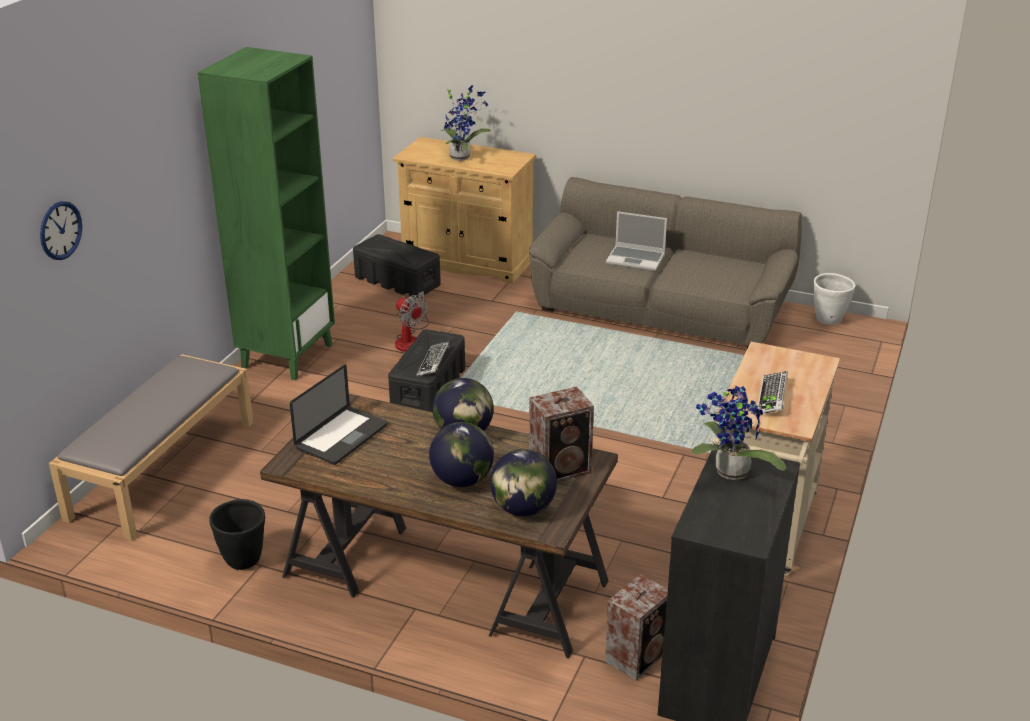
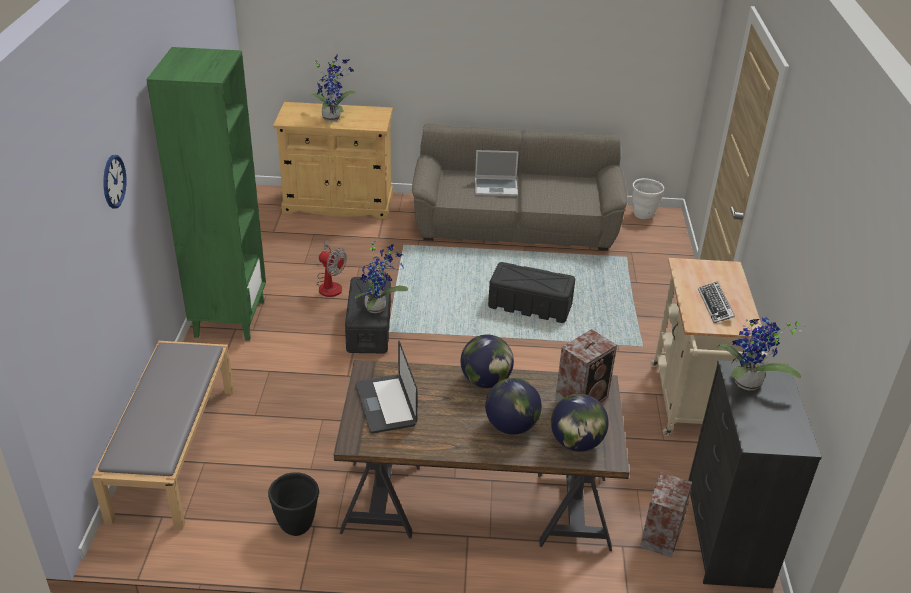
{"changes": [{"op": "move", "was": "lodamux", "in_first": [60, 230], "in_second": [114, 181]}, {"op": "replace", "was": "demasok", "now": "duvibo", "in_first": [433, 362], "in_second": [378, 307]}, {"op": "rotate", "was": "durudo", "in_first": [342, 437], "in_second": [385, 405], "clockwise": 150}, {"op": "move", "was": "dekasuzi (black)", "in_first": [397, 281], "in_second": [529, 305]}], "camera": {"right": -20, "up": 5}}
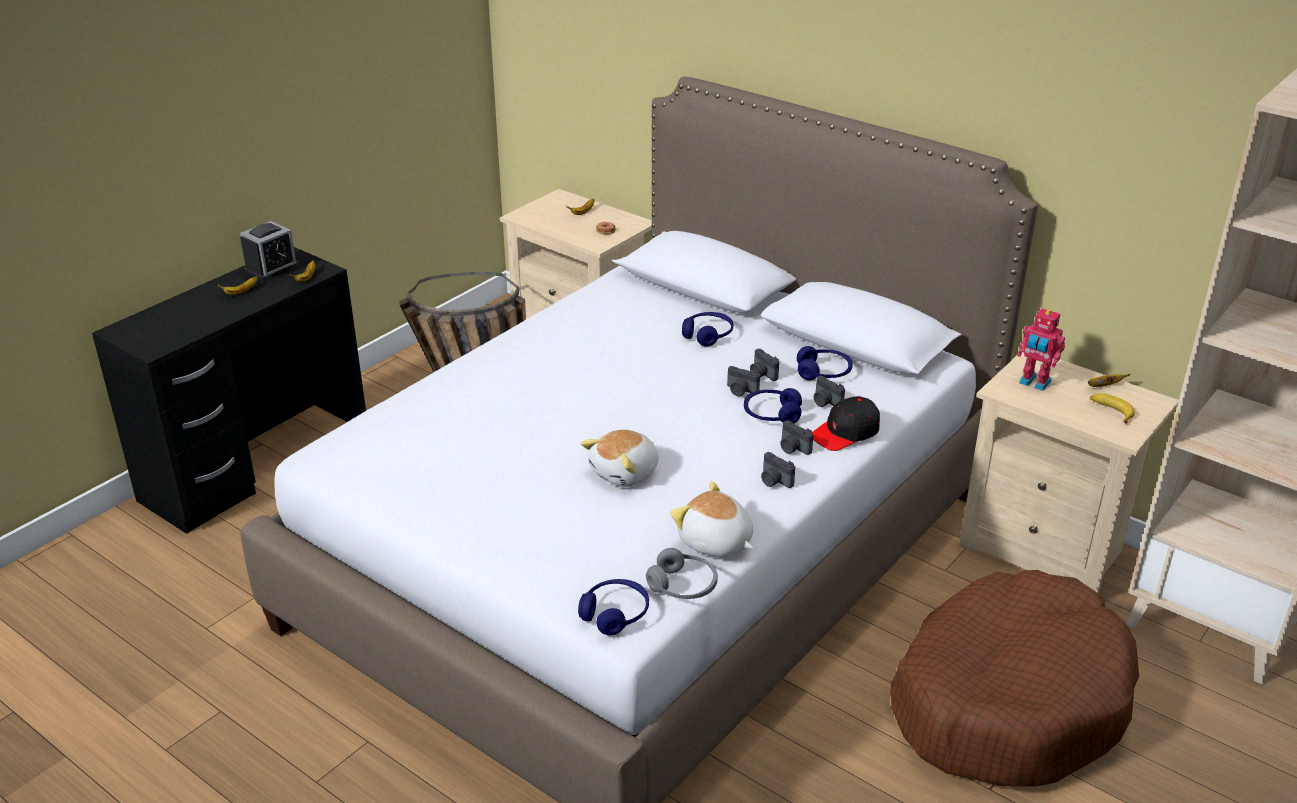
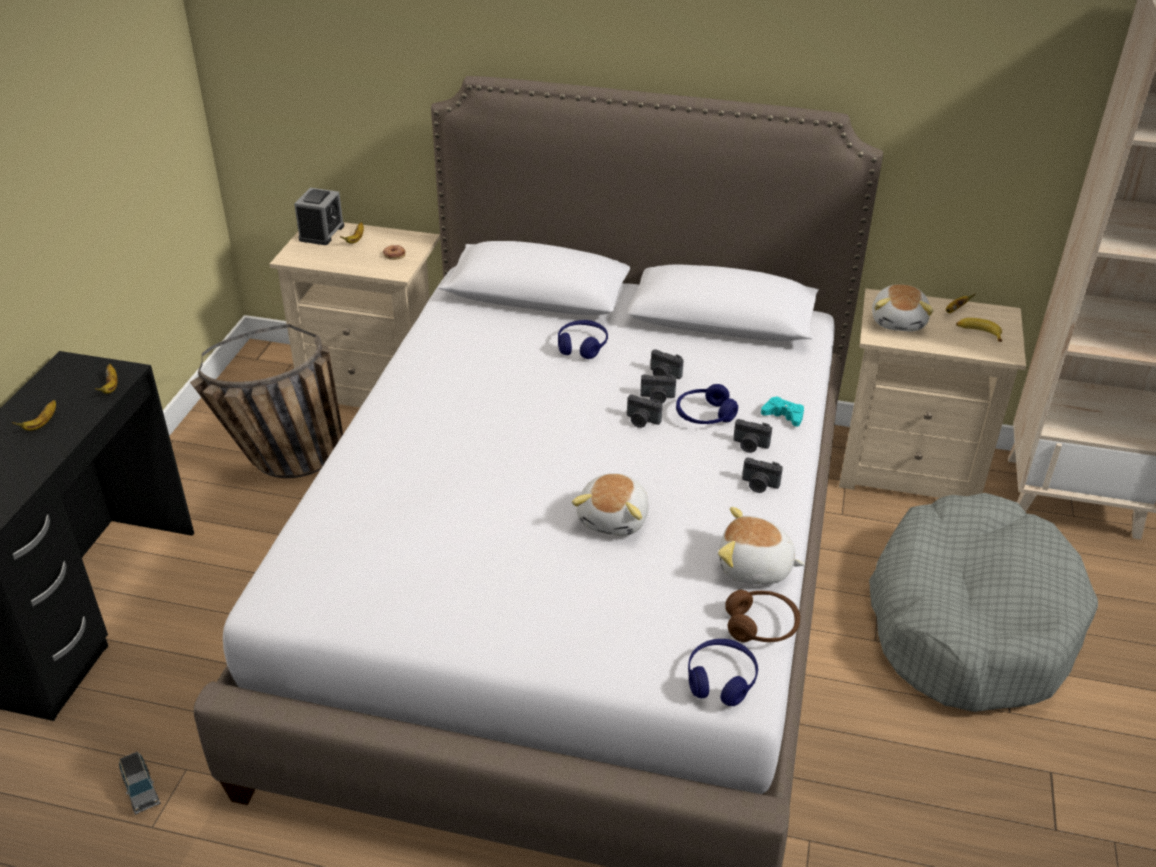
{"changes": [{"op": "insert", "now": "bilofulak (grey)", "in_second": [141, 791]}, {"op": "move", "was": "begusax", "in_first": [271, 268], "in_second": [321, 233]}, {"op": "move", "was": "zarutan", "in_first": [825, 402], "in_second": [641, 421]}, {"op": "recolor", "was": "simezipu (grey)", "now": "simezipu (brown)", "in_first": [683, 586], "in_second": [761, 626]}, {"op": "replace", "was": "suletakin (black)", "now": "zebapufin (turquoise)", "in_first": [845, 433], "in_second": [783, 416]}, {"op": "recolor", "was": "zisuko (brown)", "now": "zisuko (grey)", "in_first": [1008, 700], "in_second": [970, 622]}, {"op": "replace", "was": "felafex", "now": "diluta", "in_first": [1034, 383], "in_second": [899, 321]}, {"op": "delete", "was": "simezipu (blue)", "in_first": [823, 372]}], "camera": {"right": -25, "up": 5}}
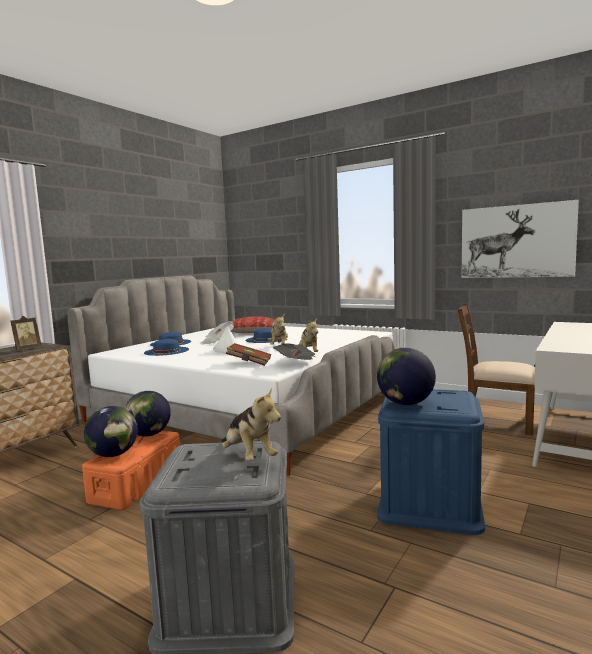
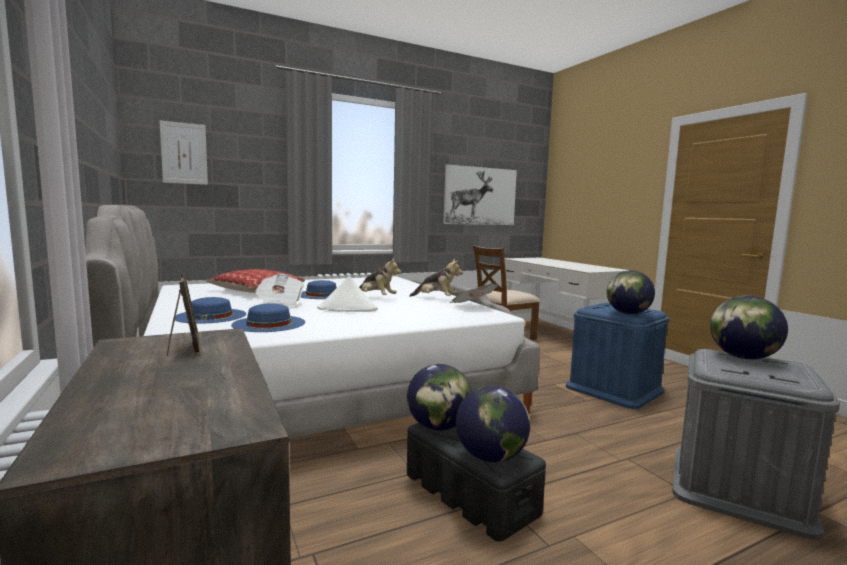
{"changes": [{"op": "insert", "now": "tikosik", "in_second": [184, 153]}, {"op": "recolor", "was": "dekasuzi (orange)", "now": "dekasuzi (black)", "in_first": [138, 483], "in_second": [469, 493]}, {"op": "replace", "was": "diluta", "now": "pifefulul", "in_first": [248, 456], "in_second": [743, 357]}, {"op": "delete", "was": "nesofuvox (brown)", "in_first": [249, 363]}], "camera": {"right": -60, "up": 0}}
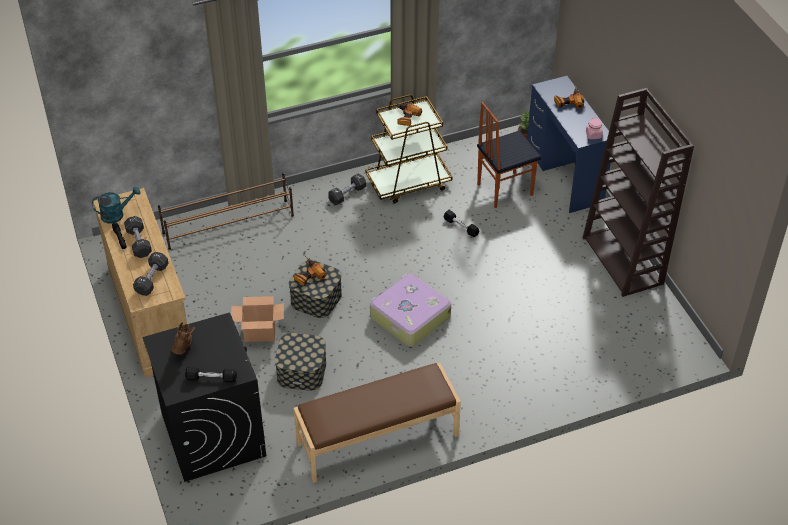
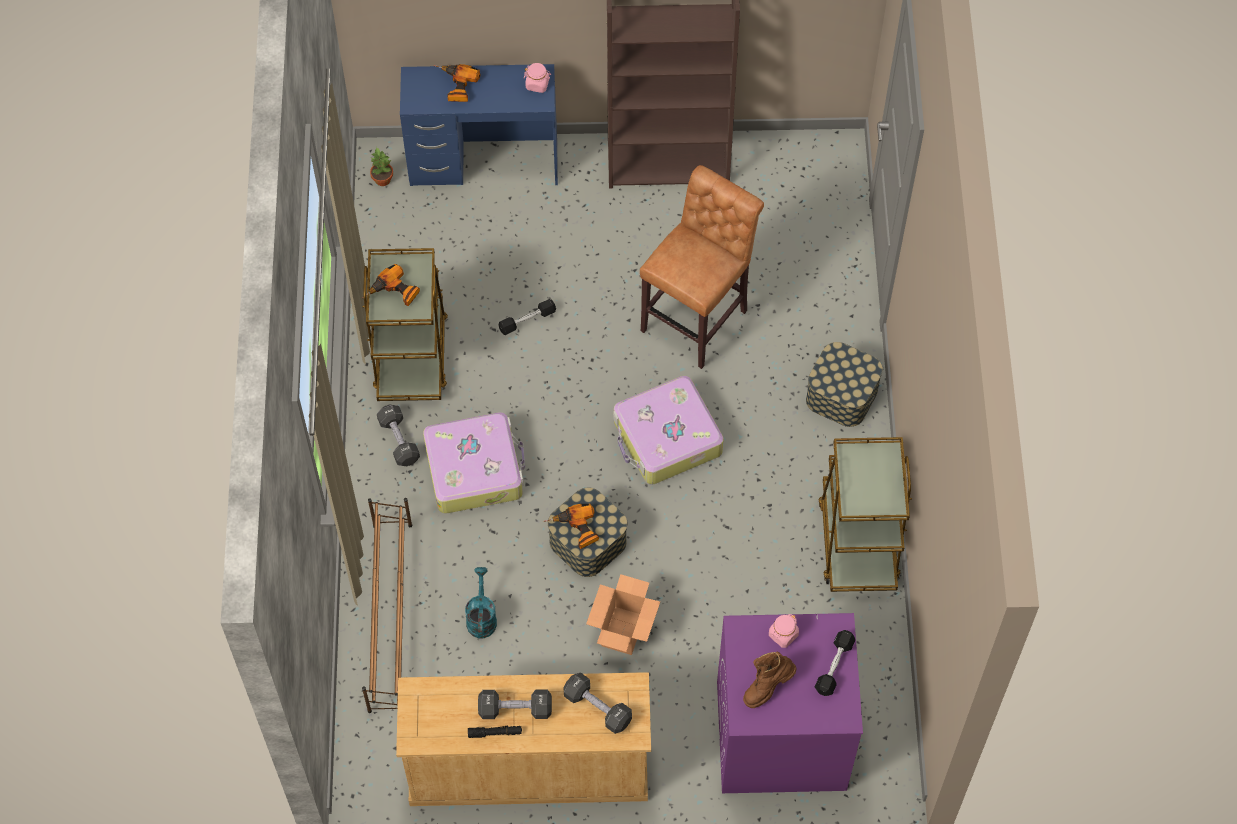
{"changes": [{"op": "insert", "now": "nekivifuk", "in_second": [475, 469]}, {"op": "move", "was": "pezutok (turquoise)", "in_first": [116, 214], "in_second": [481, 617]}, {"op": "insert", "now": "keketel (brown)", "in_second": [698, 317]}, {"op": "recolor", "was": "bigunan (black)", "now": "bigunan (purple)", "in_first": [212, 434], "in_second": [780, 736]}, {"op": "rotate", "was": "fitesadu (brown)", "in_first": [184, 347], "in_second": [767, 687], "clockwise": -60}, {"op": "insert", "now": "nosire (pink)", "in_second": [783, 635]}, {"op": "move", "was": "dekasuzi", "in_first": [301, 371], "in_second": [842, 394]}, {"op": "replace", "was": "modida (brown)", "now": "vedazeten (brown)", "in_first": [378, 439], "in_second": [858, 541]}, {"op": "delete", "was": "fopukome", "in_first": [504, 189]}], "camera": {"right": -70, "up": 15}}
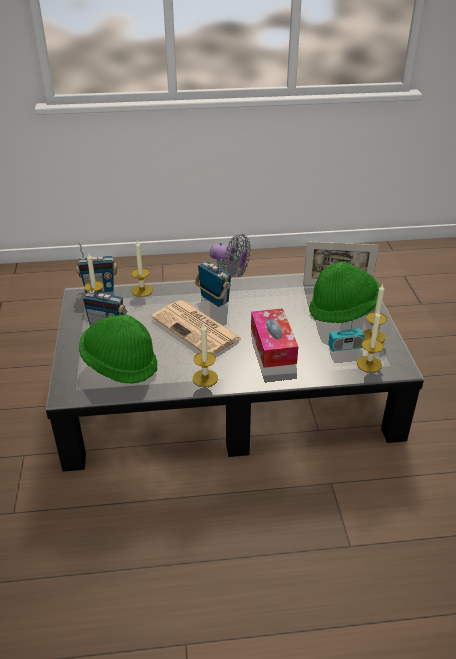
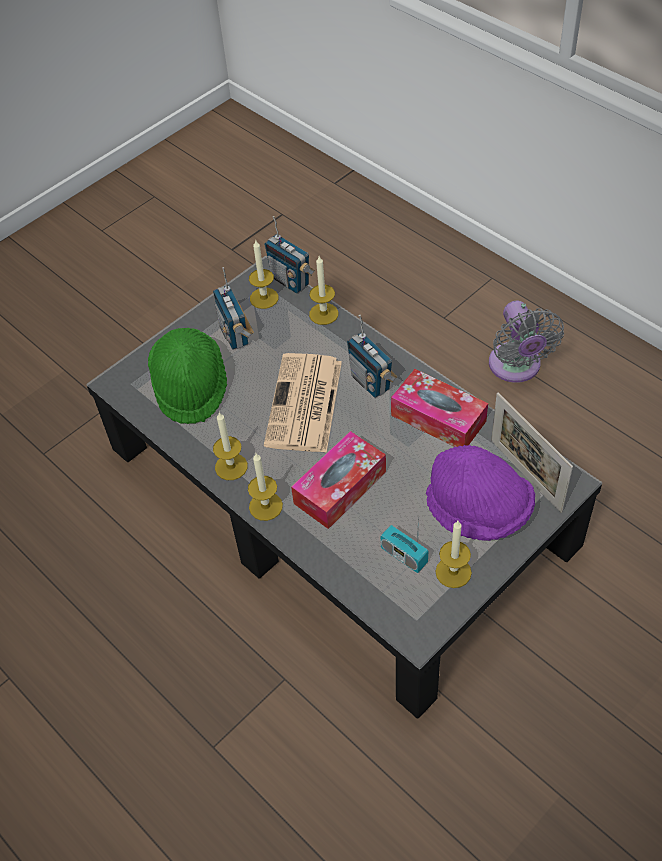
{"changes": [{"op": "move", "was": "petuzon", "in_first": [369, 364], "in_second": [265, 506]}, {"op": "rotate", "was": "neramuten", "in_first": [214, 299], "in_second": [371, 382], "clockwise": 135}, {"op": "insert", "now": "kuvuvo", "in_second": [438, 418]}, {"op": "recolor", "was": "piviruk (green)", "now": "piviruk (purple)", "in_first": [343, 310], "in_second": [478, 511]}], "camera": {"right": 55, "up": 15}}
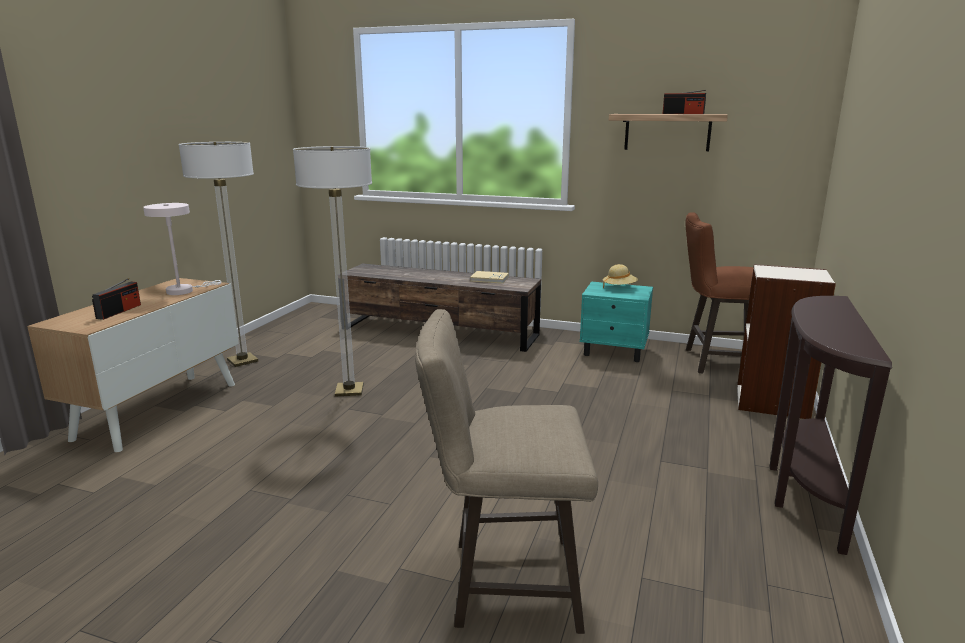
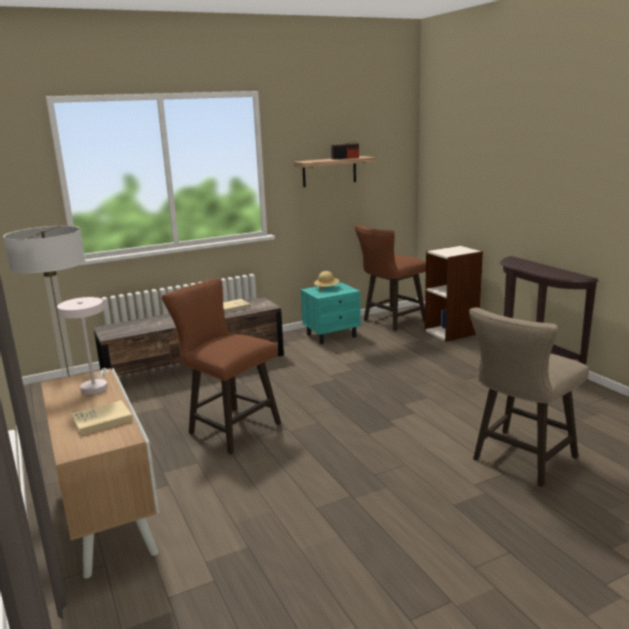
{"changes": [{"op": "replace", "was": "neramuten", "now": "nesofuvox (beige)", "in_first": [119, 311], "in_second": [102, 420]}, {"op": "replace", "was": "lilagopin", "now": "keketel (brown)", "in_first": [349, 391], "in_second": [229, 427]}], "camera": {"right": -45, "up": 0}}
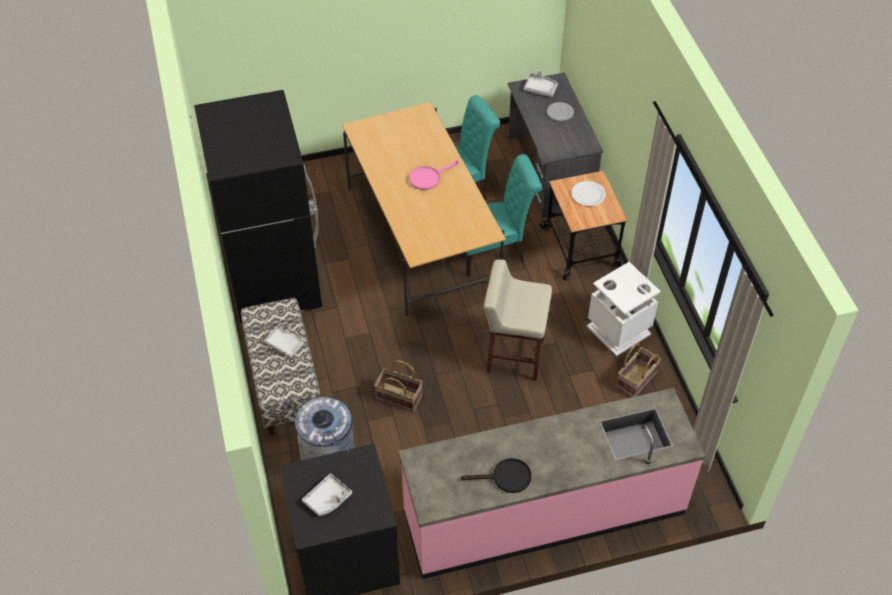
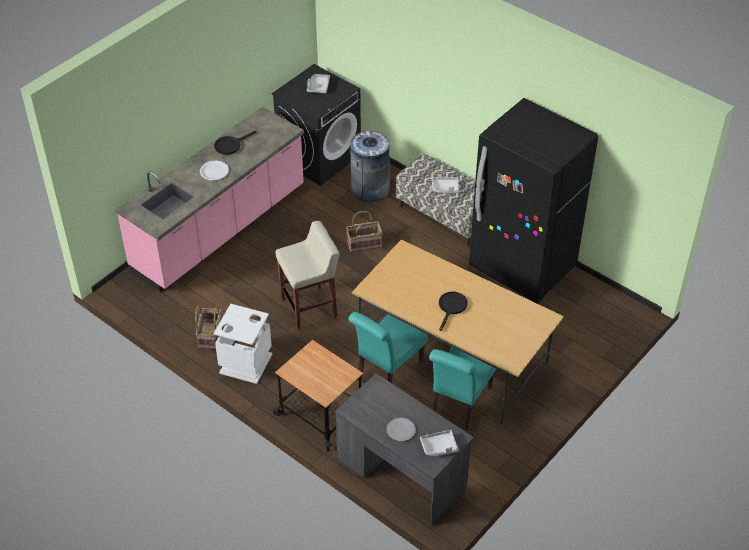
{"changes": [{"op": "move", "was": "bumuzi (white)", "in_first": [588, 194], "in_second": [214, 171]}, {"op": "recolor", "was": "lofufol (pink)", "now": "lofufol (black)", "in_first": [428, 177], "in_second": [451, 308]}], "camera": {"right": 145, "up": -5}}
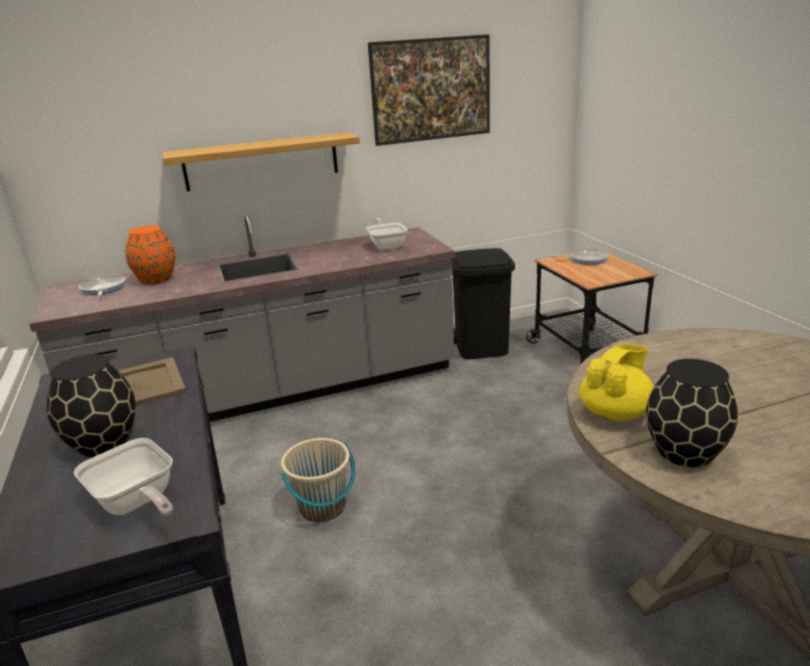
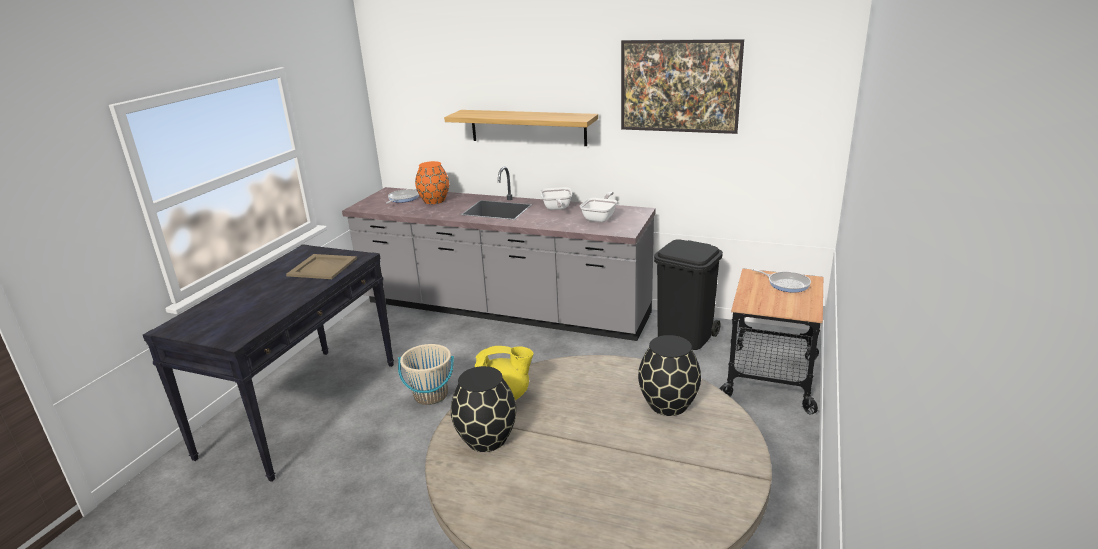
{"changes": [{"op": "move", "was": "lofufol", "in_first": [136, 503], "in_second": [556, 208]}, {"op": "move", "was": "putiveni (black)", "in_first": [103, 442], "in_second": [668, 404]}], "camera": {"right": 40, "up": 0}}
